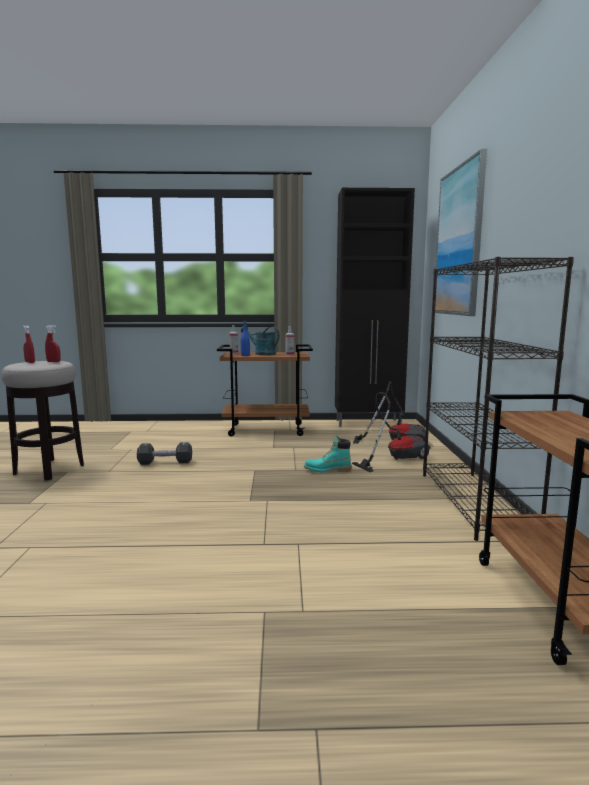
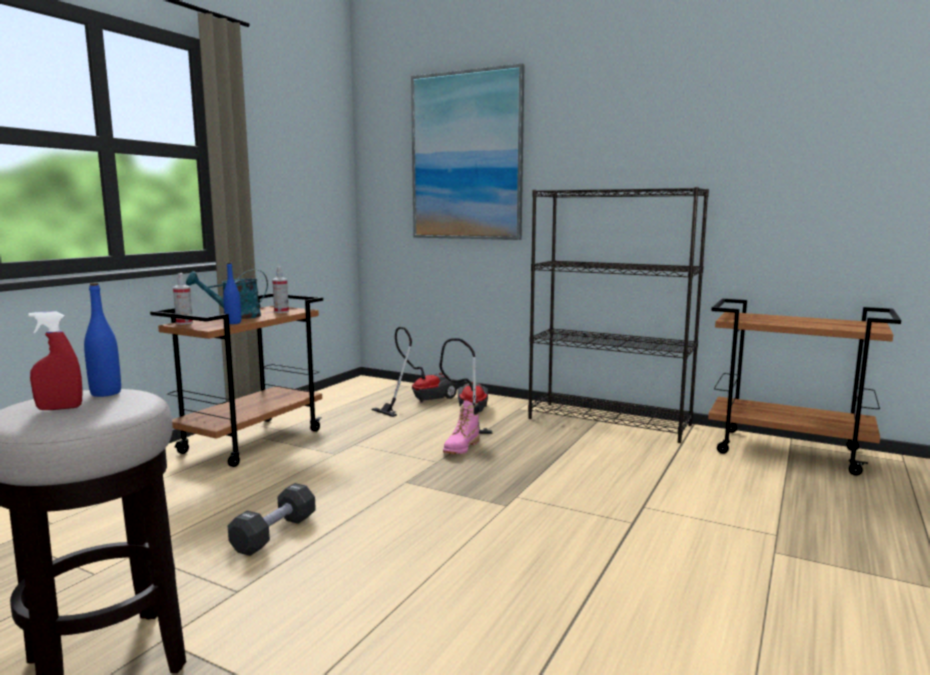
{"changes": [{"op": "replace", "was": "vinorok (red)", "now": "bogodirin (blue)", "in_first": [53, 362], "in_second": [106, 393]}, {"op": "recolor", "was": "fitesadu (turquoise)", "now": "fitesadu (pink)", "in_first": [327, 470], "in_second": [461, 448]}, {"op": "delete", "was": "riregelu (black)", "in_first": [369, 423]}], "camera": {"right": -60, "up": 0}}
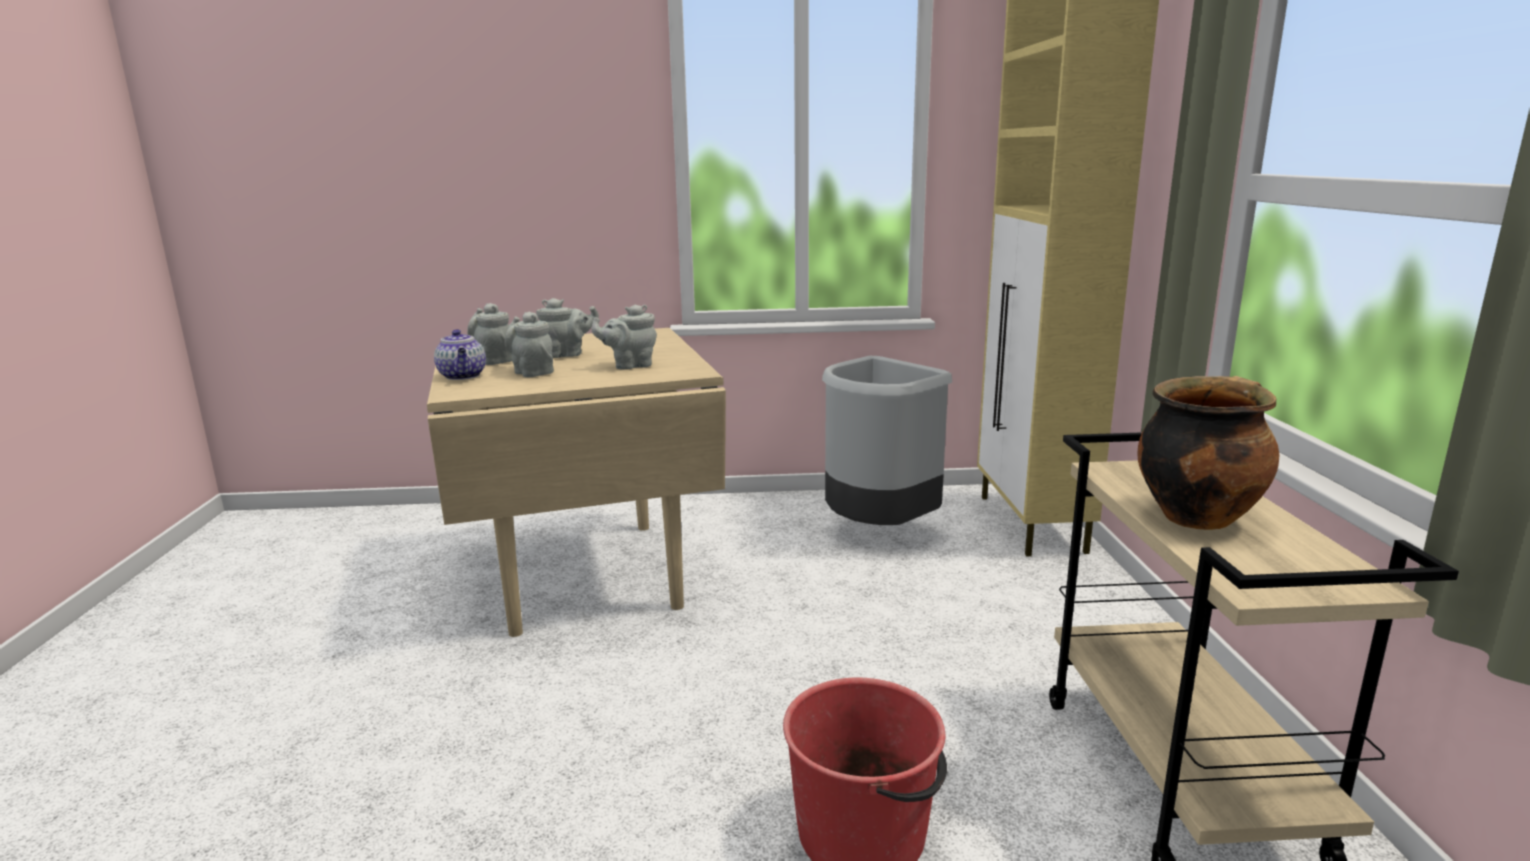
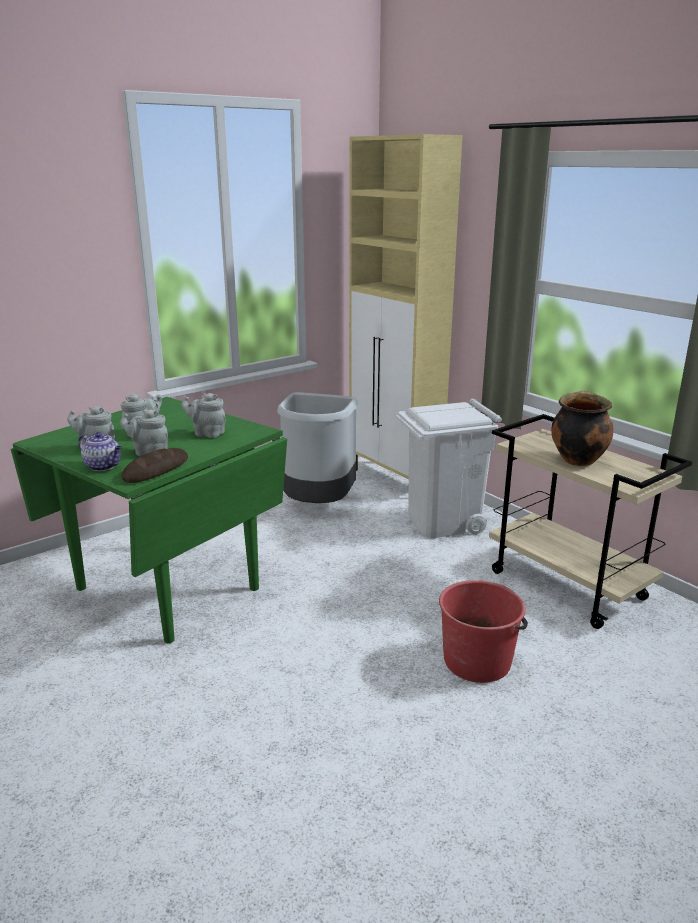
{"changes": [{"op": "recolor", "was": "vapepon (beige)", "now": "vapepon (green)", "in_first": [589, 574], "in_second": [169, 587]}, {"op": "insert", "now": "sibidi", "in_second": [156, 470]}, {"op": "rotate", "was": "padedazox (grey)", "in_first": [630, 365], "in_second": [207, 433], "clockwise": 75}, {"op": "insert", "now": "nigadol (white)", "in_second": [442, 522]}], "camera": {"right": -35, "up": 5}}
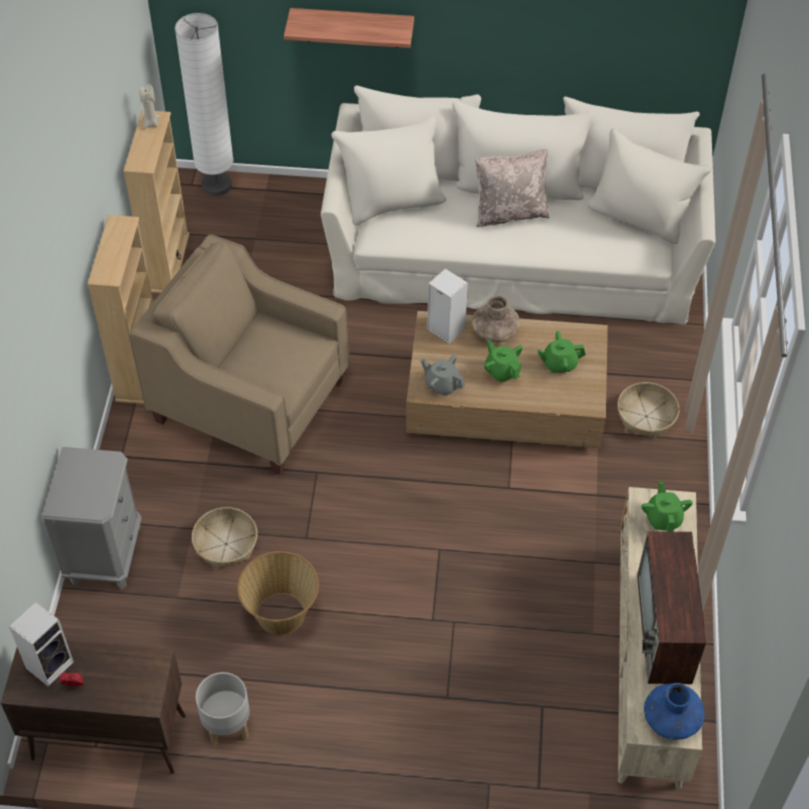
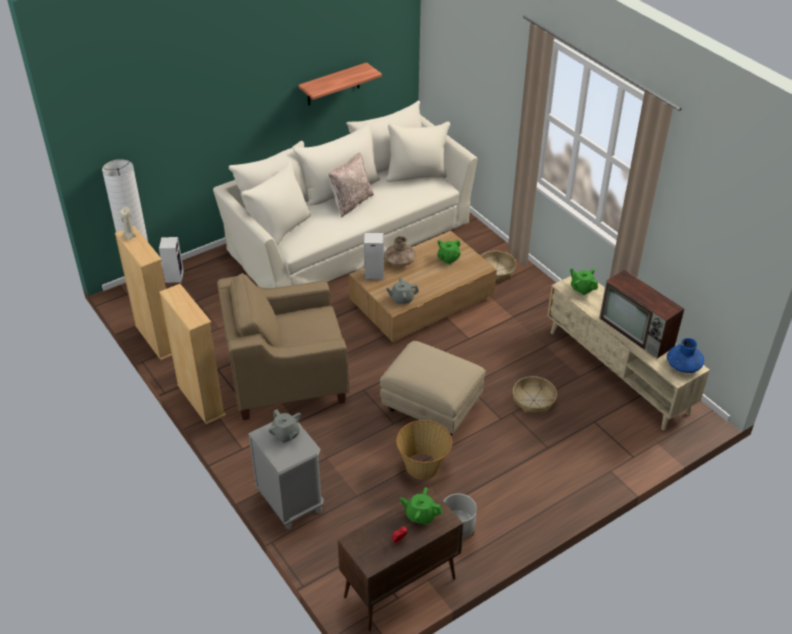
{"changes": [{"op": "move", "was": "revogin", "in_first": [50, 663], "in_second": [174, 276]}, {"op": "insert", "now": "padedazox (grey)", "in_second": [285, 434]}, {"op": "move", "was": "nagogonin", "in_first": [352, 28], "in_second": [333, 84]}, {"op": "insert", "now": "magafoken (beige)", "in_second": [430, 407]}, {"op": "move", "was": "padedazox (green)", "in_first": [502, 371], "in_second": [420, 515]}, {"op": "move", "was": "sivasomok", "in_first": [225, 544], "in_second": [533, 400]}], "camera": {"right": -40, "up": -10}}
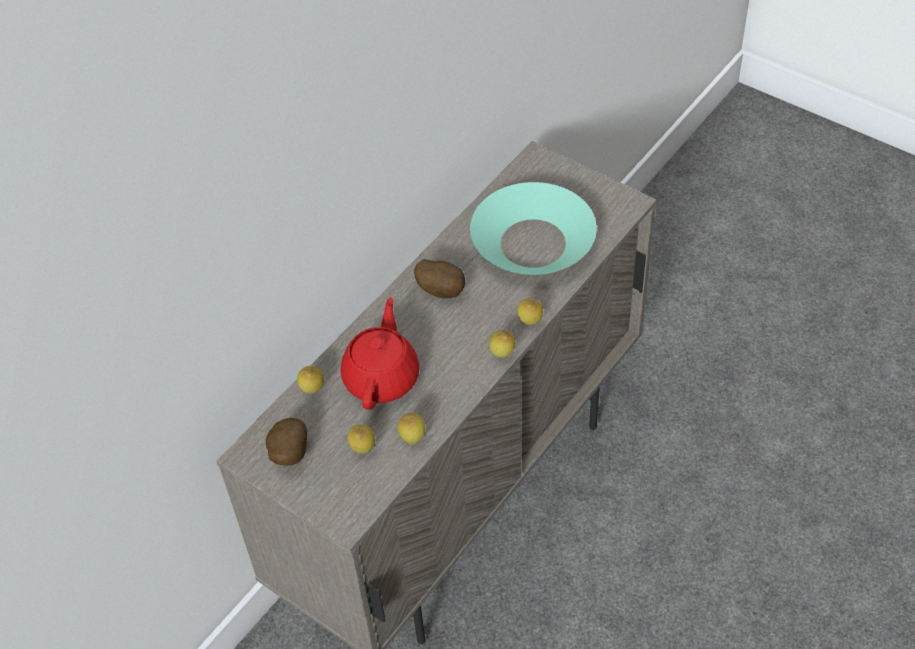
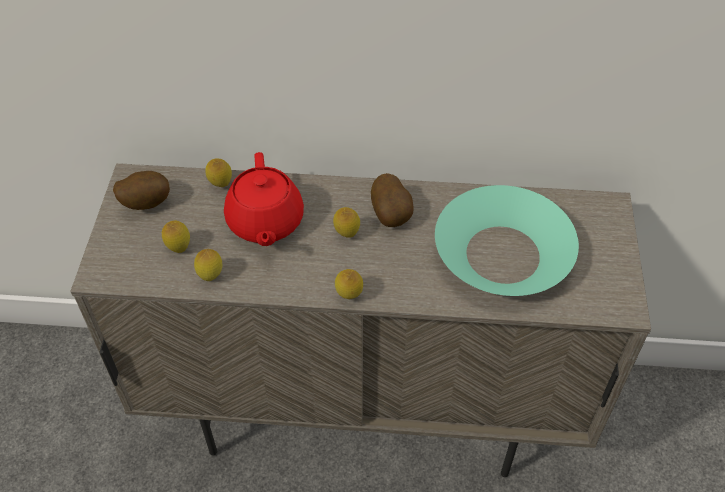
{"changes": [{"op": "rotate", "was": "padedazox (red)", "in_first": [382, 377], "in_second": [265, 222], "clockwise": 105}, {"op": "move", "was": "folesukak", "in_first": [530, 323], "in_second": [346, 234]}], "camera": {"right": 55, "up": 0}}
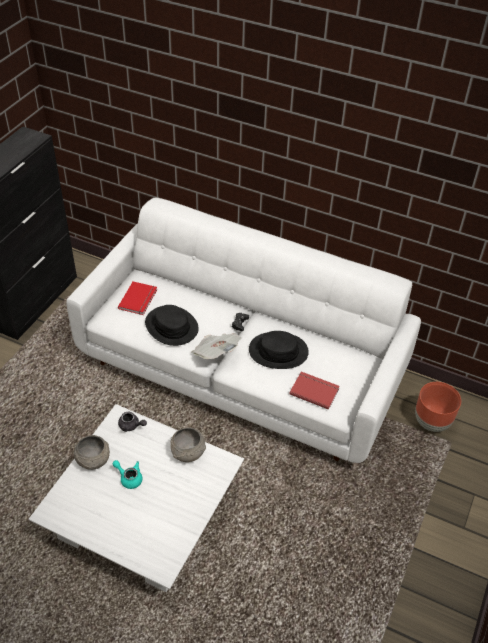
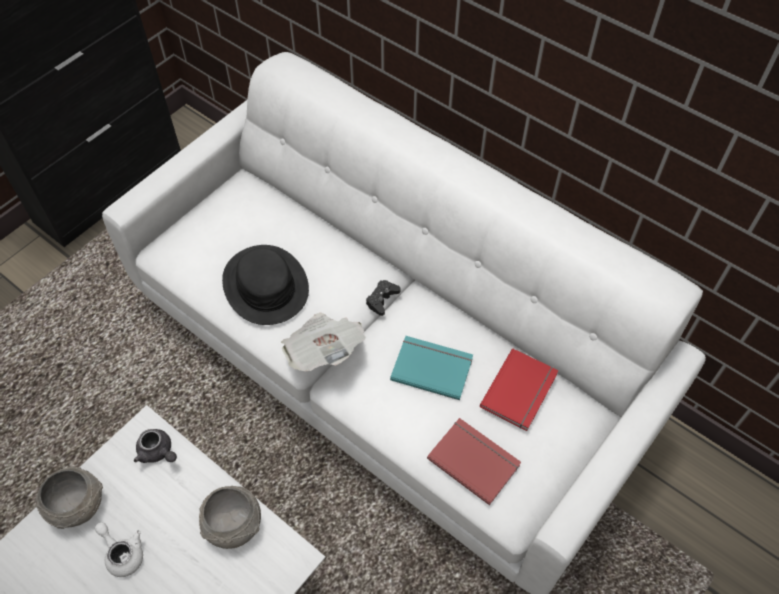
{"changes": [{"op": "recolor", "was": "padedazox (turquoise)", "now": "padedazox (white)", "in_first": [129, 478], "in_second": [123, 553]}, {"op": "replace", "was": "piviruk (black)", "now": "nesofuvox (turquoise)", "in_first": [278, 351], "in_second": [432, 367]}, {"op": "move", "was": "nesofuvox (red)", "in_first": [139, 299], "in_second": [521, 391]}, {"op": "delete", "was": "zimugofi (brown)", "in_first": [432, 422]}], "camera": {"right": 15, "up": 10}}
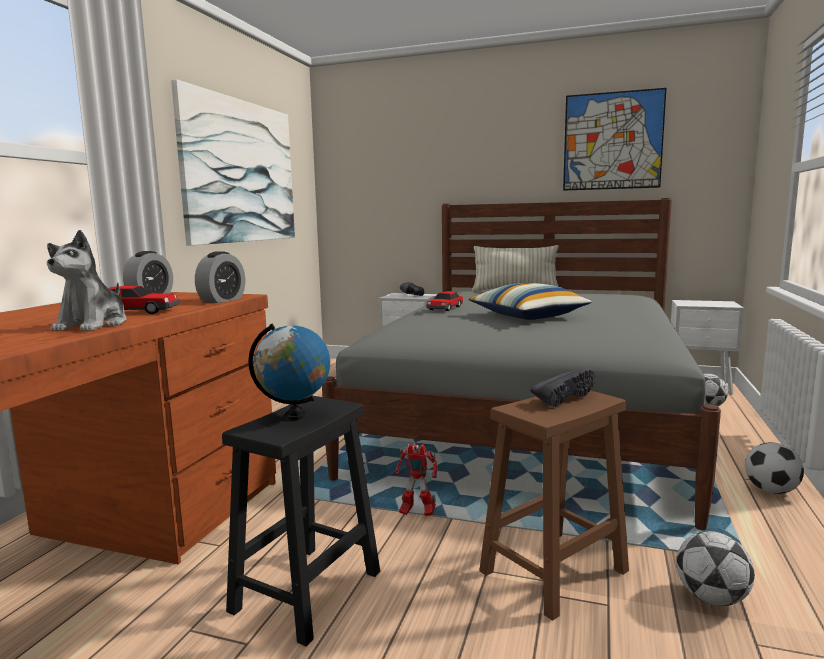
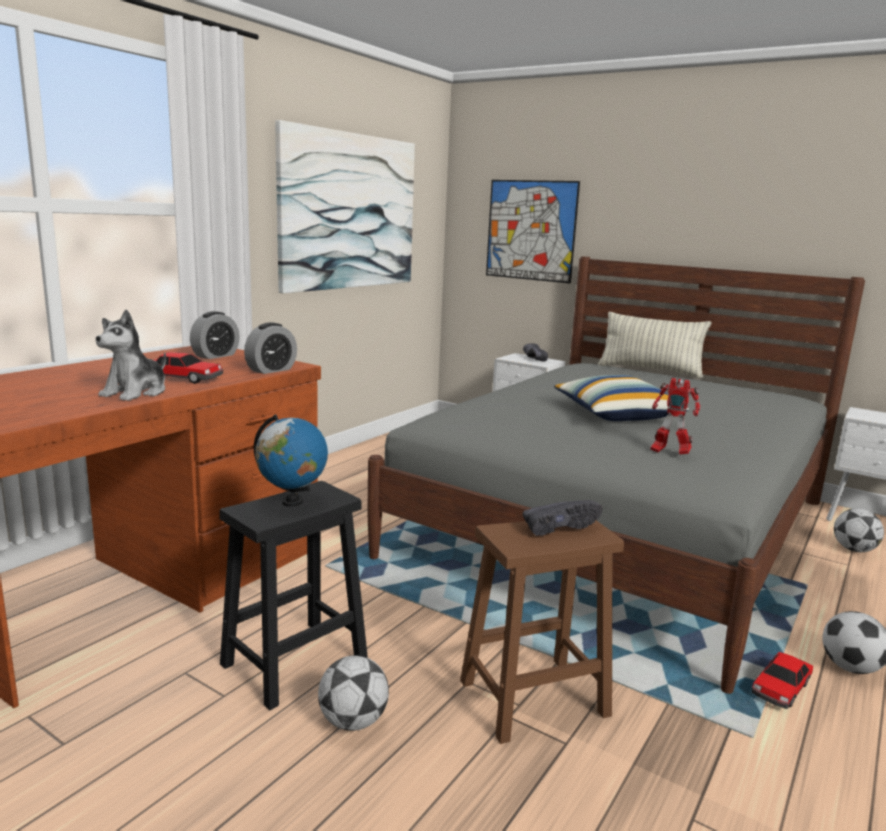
{"changes": [{"op": "move", "was": "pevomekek", "in_first": [711, 598], "in_second": [353, 722]}, {"op": "move", "was": "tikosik", "in_first": [612, 141], "in_second": [531, 230]}, {"op": "move", "was": "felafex", "in_first": [416, 513], "in_second": [669, 453]}, {"op": "move", "was": "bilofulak", "in_first": [444, 308], "in_second": [780, 688]}], "camera": {"right": 15, "up": 5}}
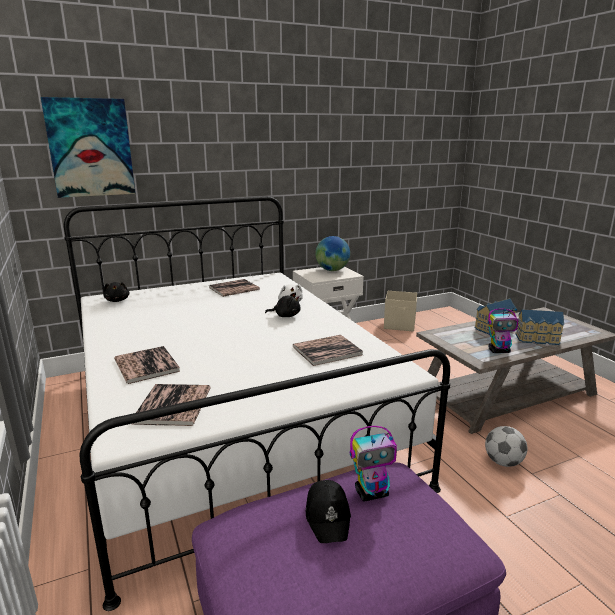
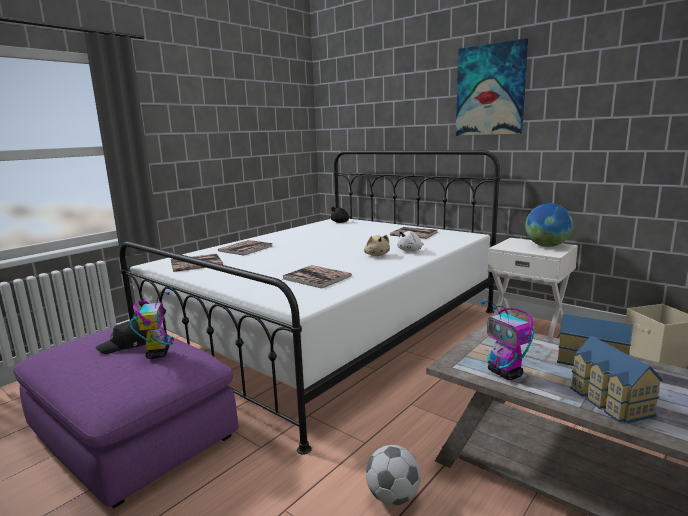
{"changes": [{"op": "rotate", "was": "felafex", "in_first": [372, 493], "in_second": [158, 353], "clockwise": -150}, {"op": "recolor", "was": "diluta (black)", "now": "diluta (beige)", "in_first": [285, 316], "in_second": [376, 255]}, {"op": "move", "was": "tikosik", "in_first": [90, 148], "in_second": [490, 90]}], "camera": {"right": 65, "up": -5}}
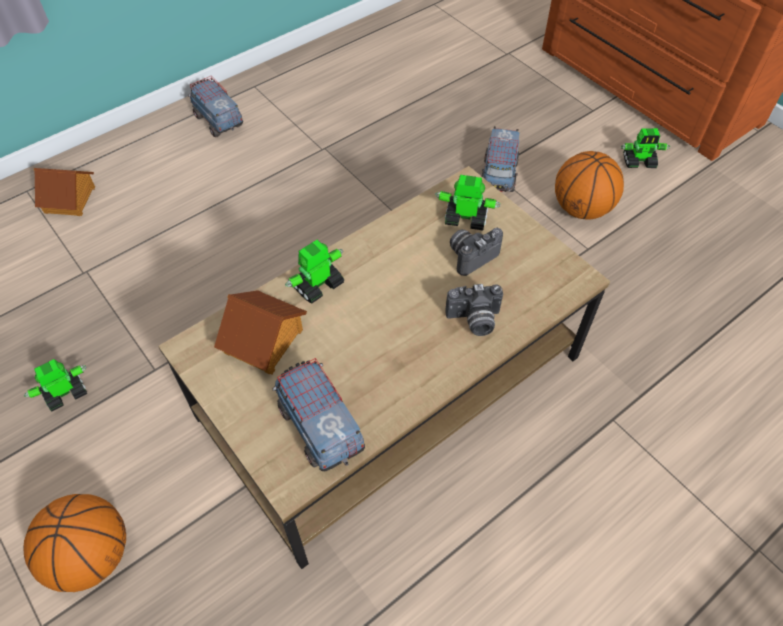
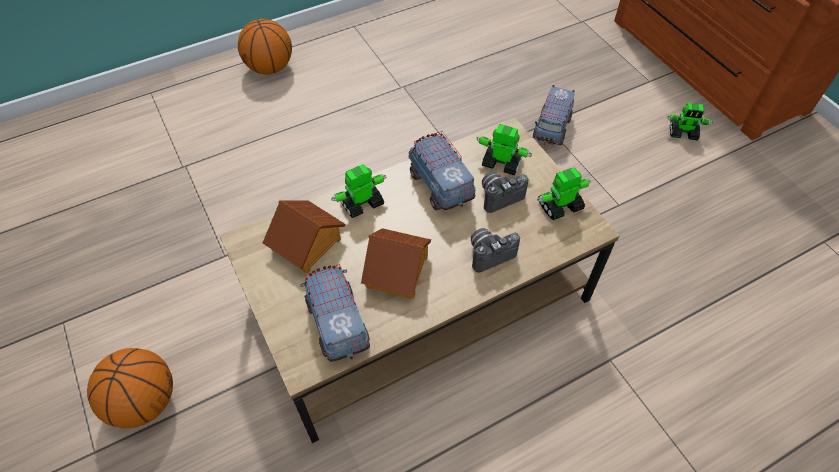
{"changes": [{"op": "move", "was": "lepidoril", "in_first": [581, 209], "in_second": [270, 68]}, {"op": "move", "was": "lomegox", "in_first": [70, 199], "in_second": [398, 271]}, {"op": "move", "was": "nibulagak", "in_first": [218, 121], "in_second": [440, 186]}, {"op": "rotate", "was": "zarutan", "in_first": [474, 321], "in_second": [489, 253], "clockwise": 150}, {"op": "move", "was": "felafex", "in_first": [65, 393], "in_second": [559, 206]}], "camera": {"right": 10, "up": 0}}
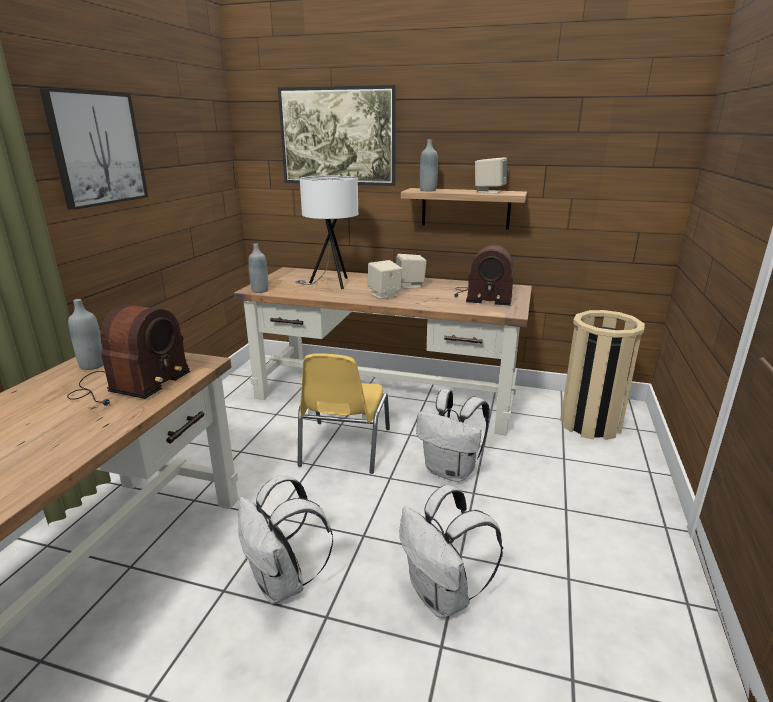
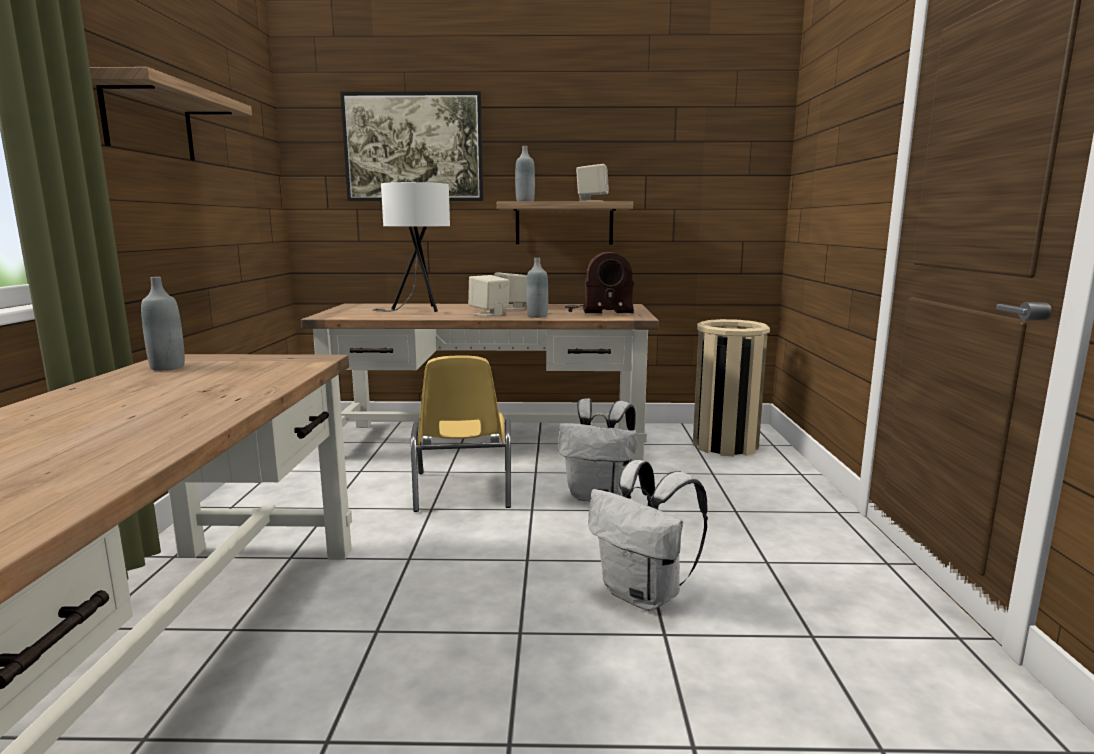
{"changes": [{"op": "replace", "was": "tikosik", "now": "nagogonin", "in_first": [97, 149], "in_second": [149, 122]}, {"op": "move", "was": "bogodirin (grey)", "in_first": [260, 290], "in_second": [537, 316]}, {"op": "delete", "was": "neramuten", "in_first": [129, 385]}, {"op": "delete", "was": "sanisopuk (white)", "in_first": [282, 583]}], "camera": {"right": -15, "up": -10}}
